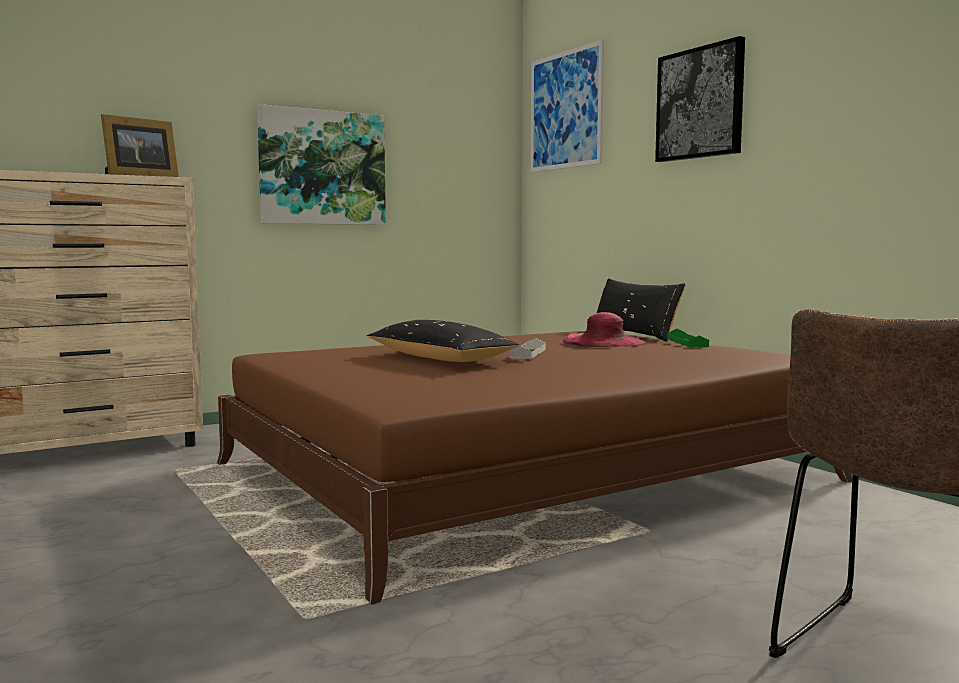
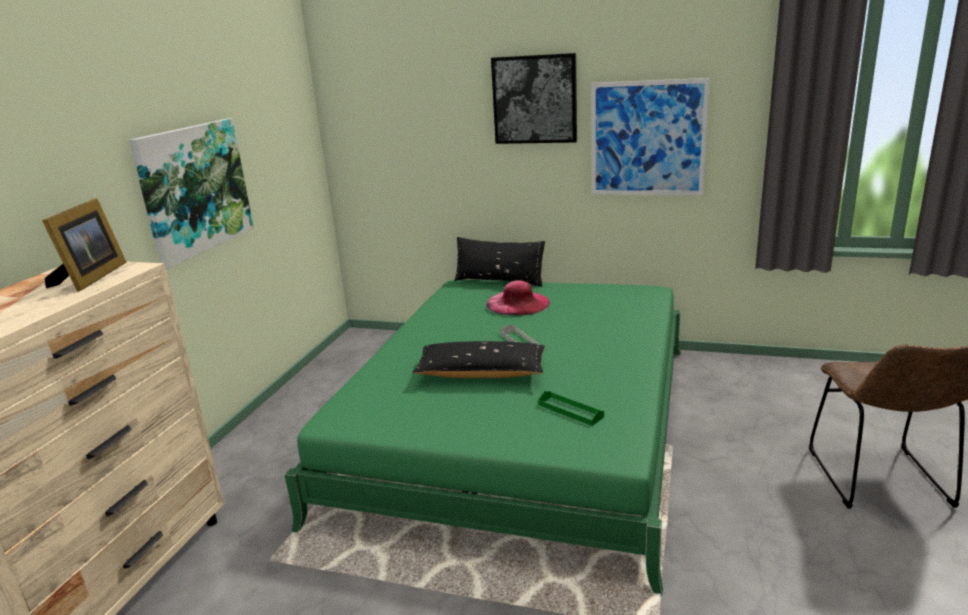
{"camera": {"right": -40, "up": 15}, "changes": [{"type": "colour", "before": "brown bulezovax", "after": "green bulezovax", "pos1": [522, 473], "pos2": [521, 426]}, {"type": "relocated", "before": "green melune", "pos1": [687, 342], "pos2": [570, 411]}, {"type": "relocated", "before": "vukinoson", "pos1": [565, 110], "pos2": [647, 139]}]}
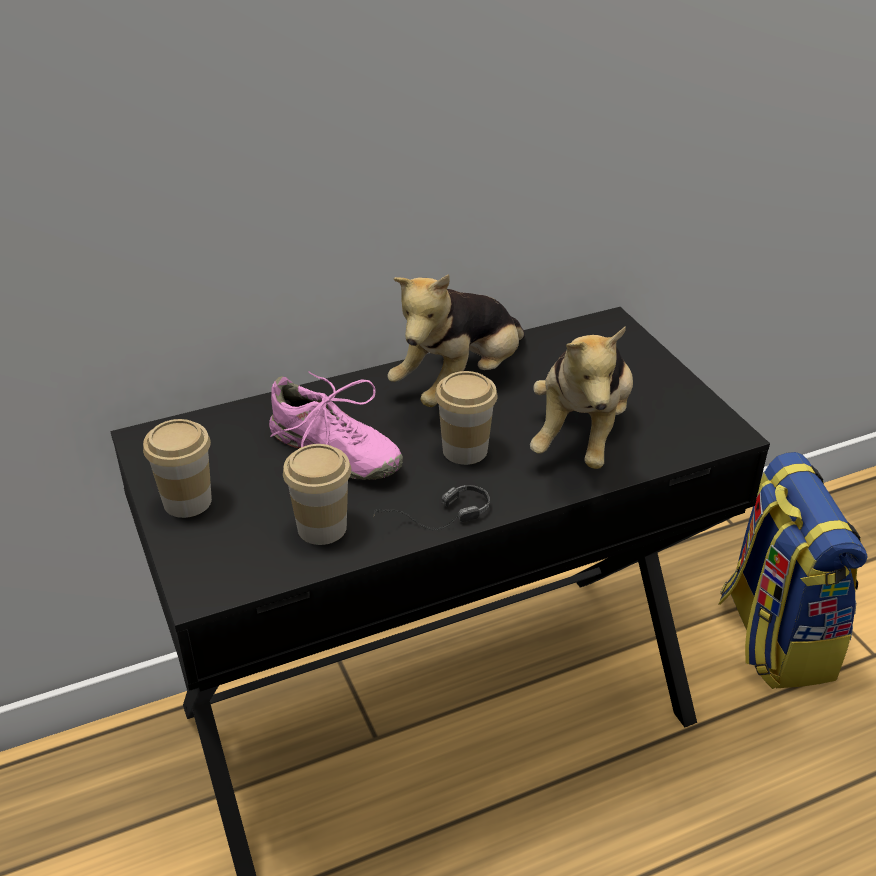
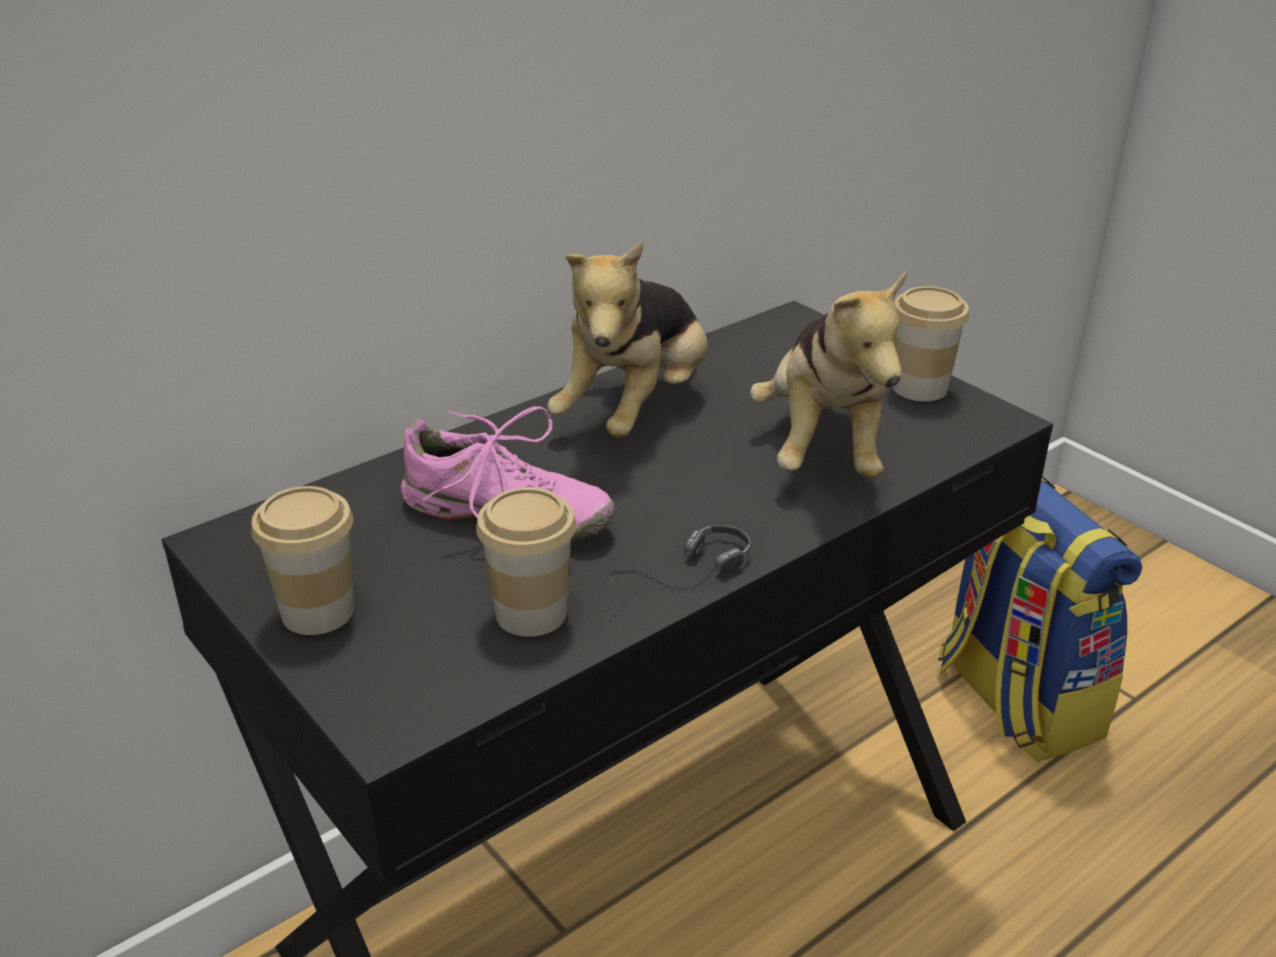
{"camera": {"right": -15, "up": -5}, "changes": [{"type": "relocated", "before": "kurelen", "pos1": [465, 450], "pos2": [920, 387]}]}
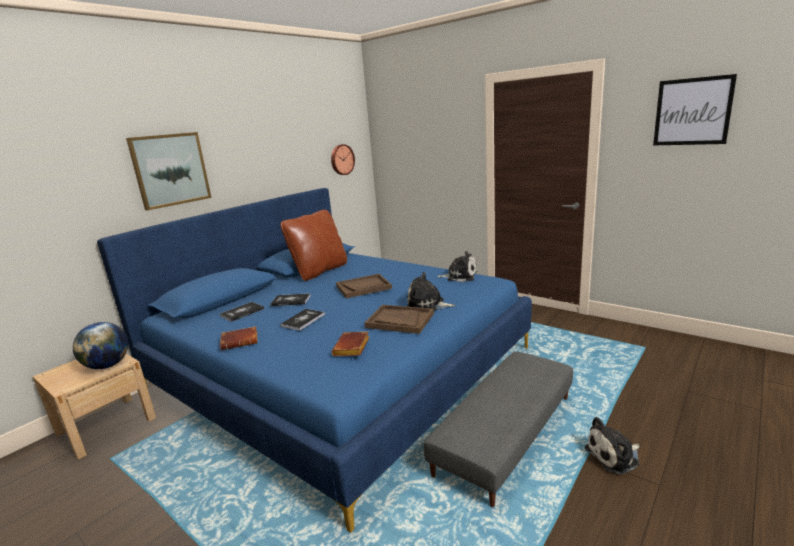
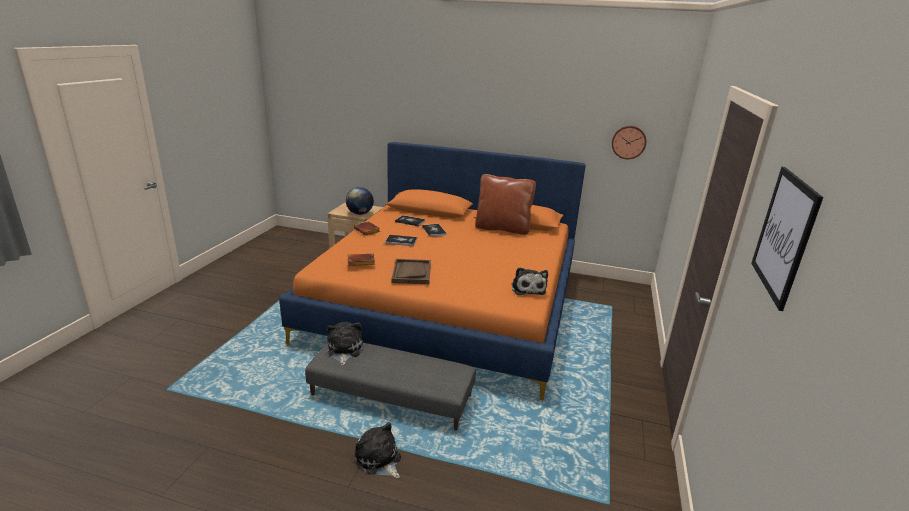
{"camera": {"right": 65, "up": 5}, "changes": [{"type": "colour", "before": "blue bulezovax", "after": "orange bulezovax", "pos1": [340, 369], "pos2": [448, 303]}, {"type": "relocated", "before": "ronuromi", "pos1": [428, 305], "pos2": [344, 350]}, {"type": "missing", "before": "vukinoson", "pos1": [170, 170]}, {"type": "missing", "before": "brown melune", "pos1": [363, 287]}]}
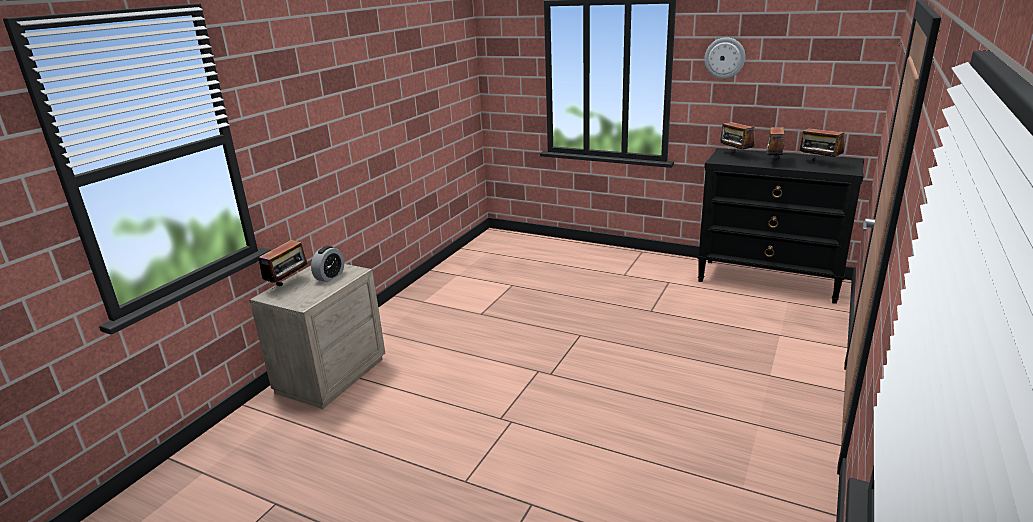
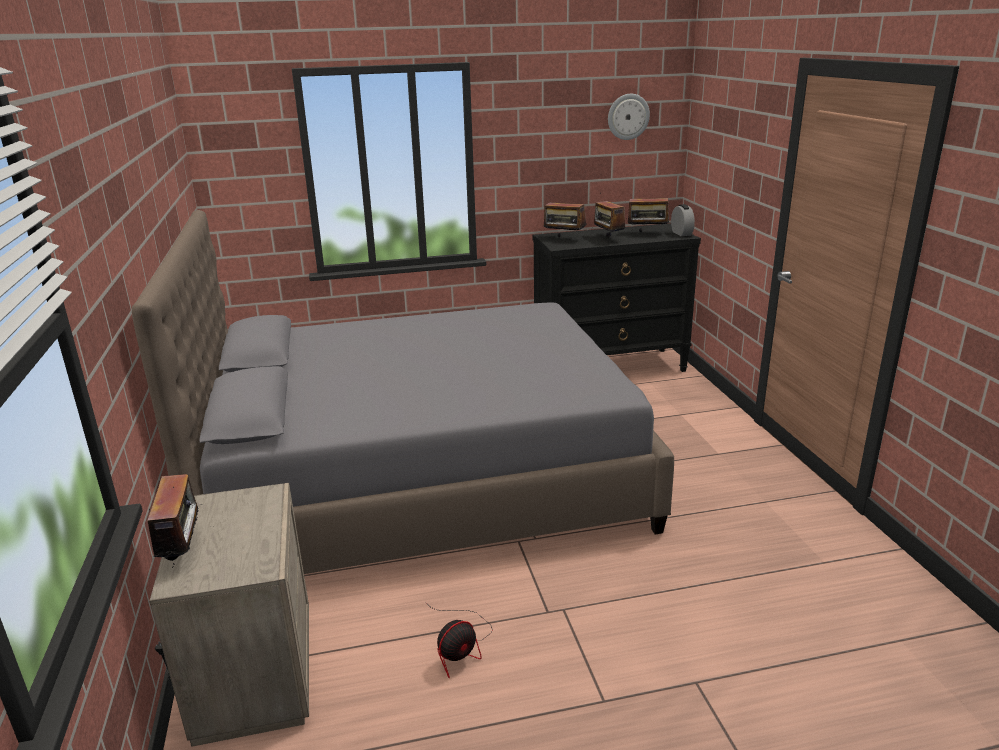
{"camera": {"right": -40, "up": 0}, "changes": [{"type": "appeared", "after": "grey bulezovax", "pos2": [423, 478]}, {"type": "appeared", "after": "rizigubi", "pos2": [460, 646]}, {"type": "relocated", "before": "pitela", "pos1": [724, 58], "pos2": [628, 116]}, {"type": "relocated", "before": "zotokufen", "pos1": [330, 276], "pos2": [681, 233]}]}
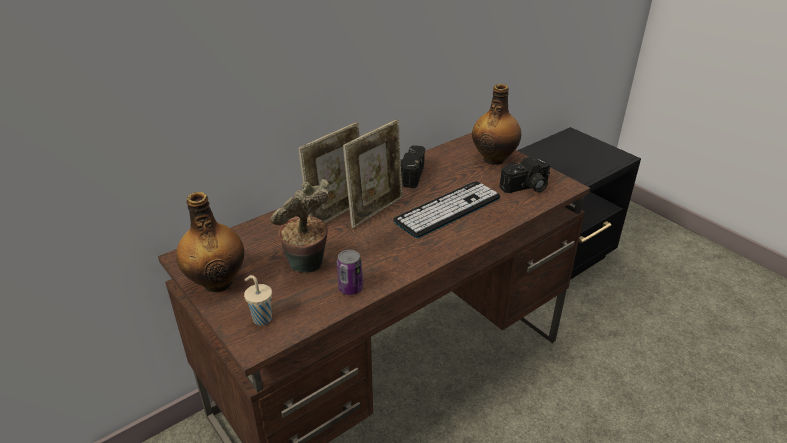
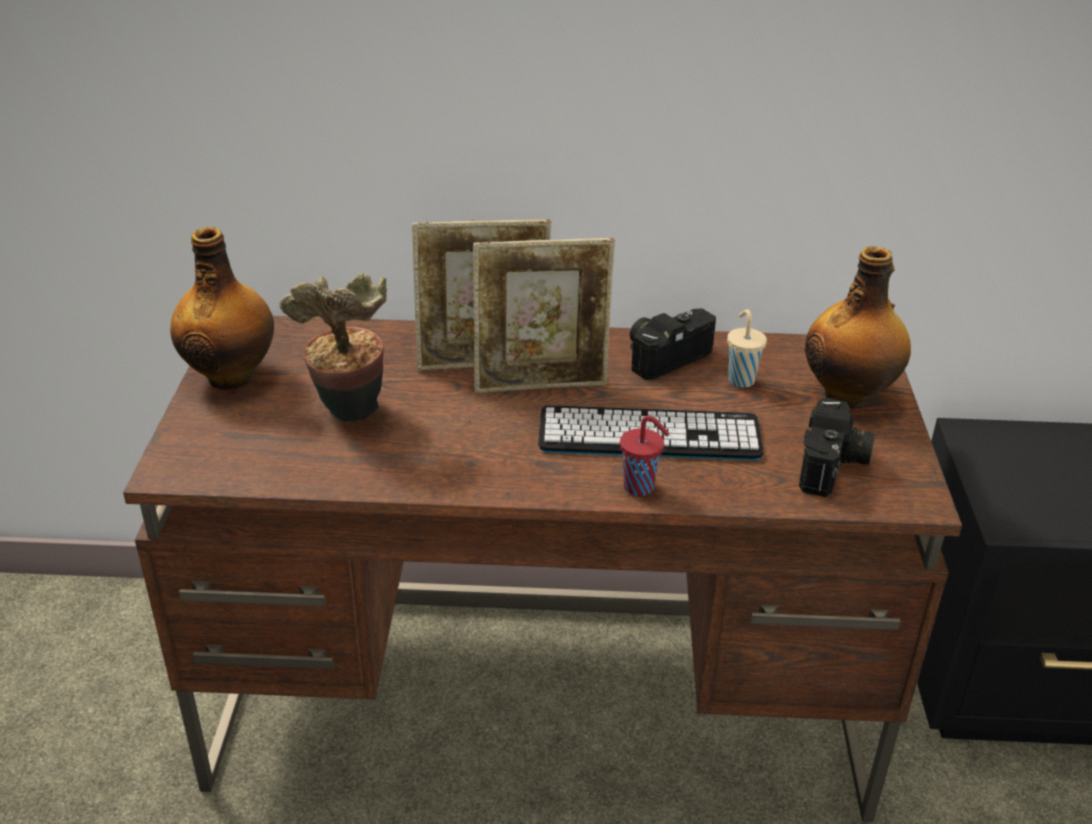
{"camera": {"right": 40, "up": 0}, "changes": [{"type": "appeared", "after": "red kurelen", "pos2": [640, 487]}, {"type": "relocated", "before": "beige kurelen", "pos1": [261, 318], "pos2": [740, 379]}, {"type": "spun", "before": "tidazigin", "pos1": [526, 188], "pos2": [833, 466], "turn": -90}, {"type": "missing", "before": "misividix", "pos1": [350, 288]}]}
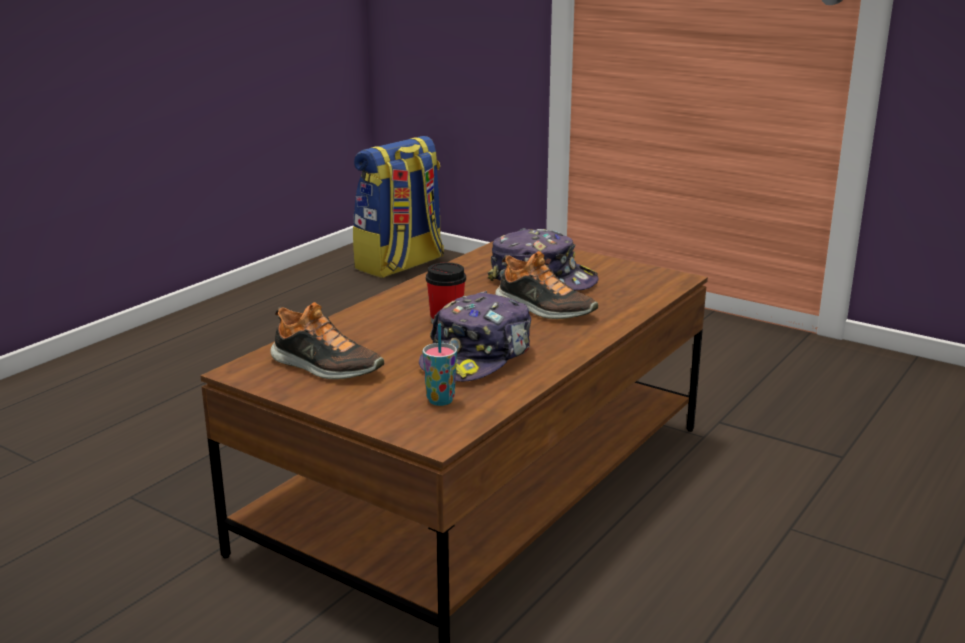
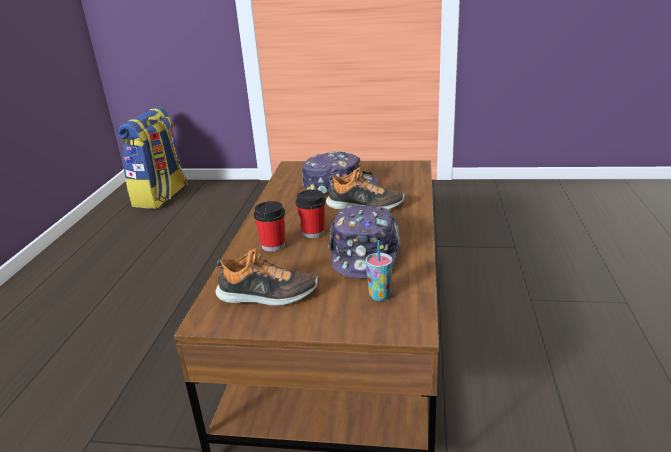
{"camera": {"right": -25, "up": 5}, "changes": [{"type": "appeared", "after": "kurelen", "pos2": [273, 245]}]}
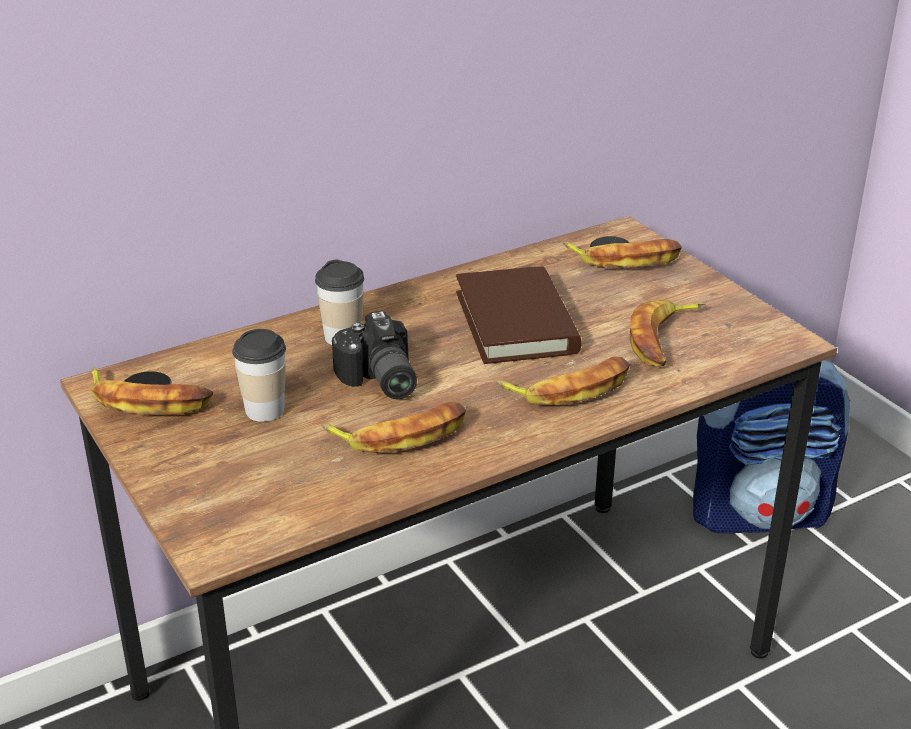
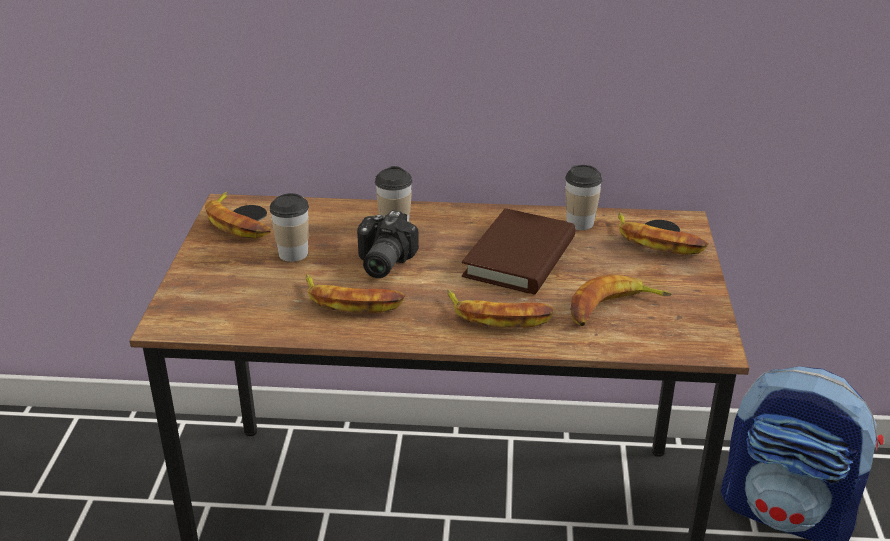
{"camera": {"right": 35, "up": 0}, "changes": [{"type": "appeared", "after": "kurelen", "pos2": [580, 223]}]}
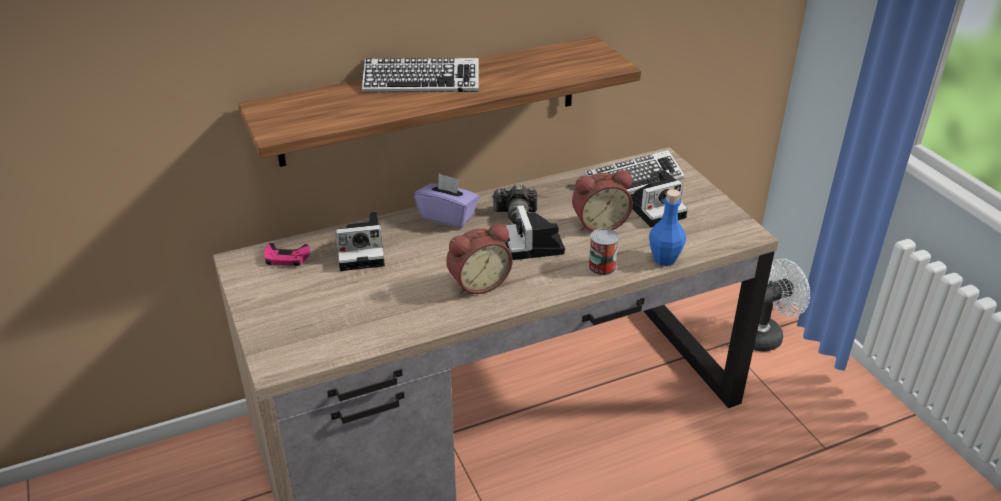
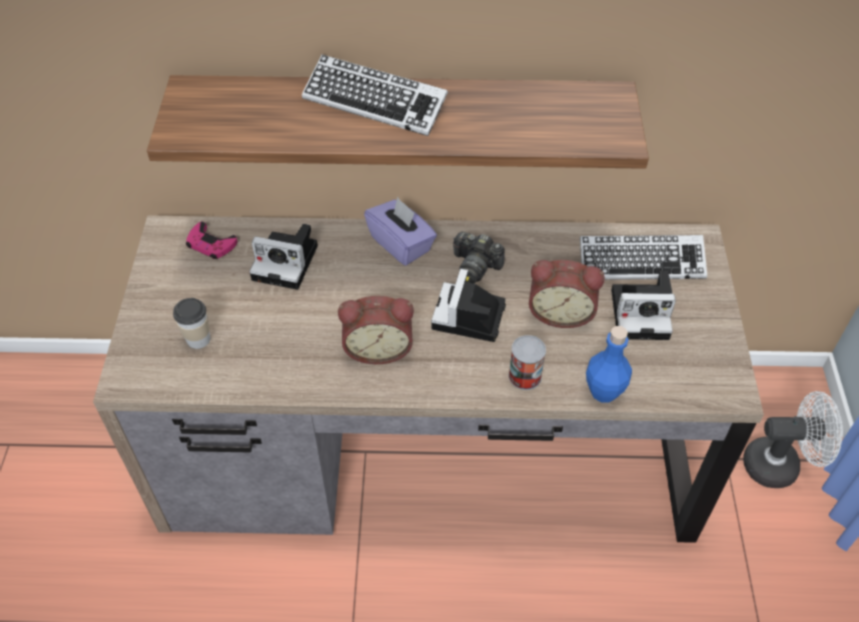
{"camera": {"right": 25, "up": 15}, "changes": [{"type": "appeared", "after": "kurelen", "pos2": [198, 339]}]}
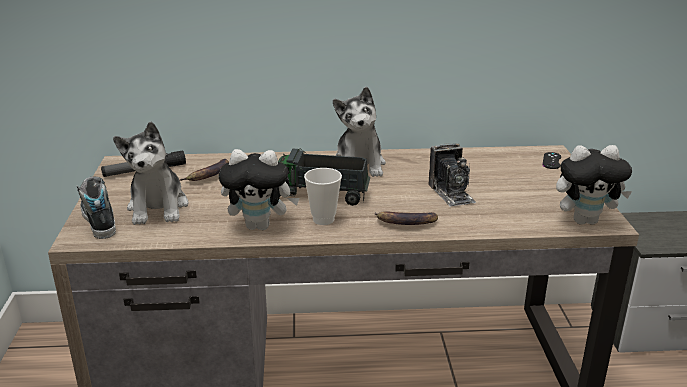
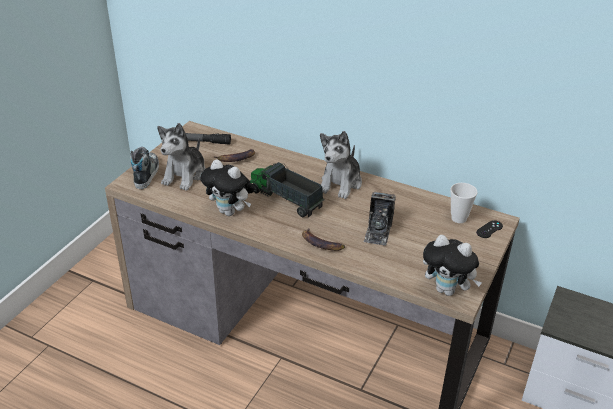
{"camera": {"right": 30, "up": 10}, "changes": [{"type": "relocated", "before": "kurelen", "pos1": [323, 219], "pos2": [459, 218]}]}
